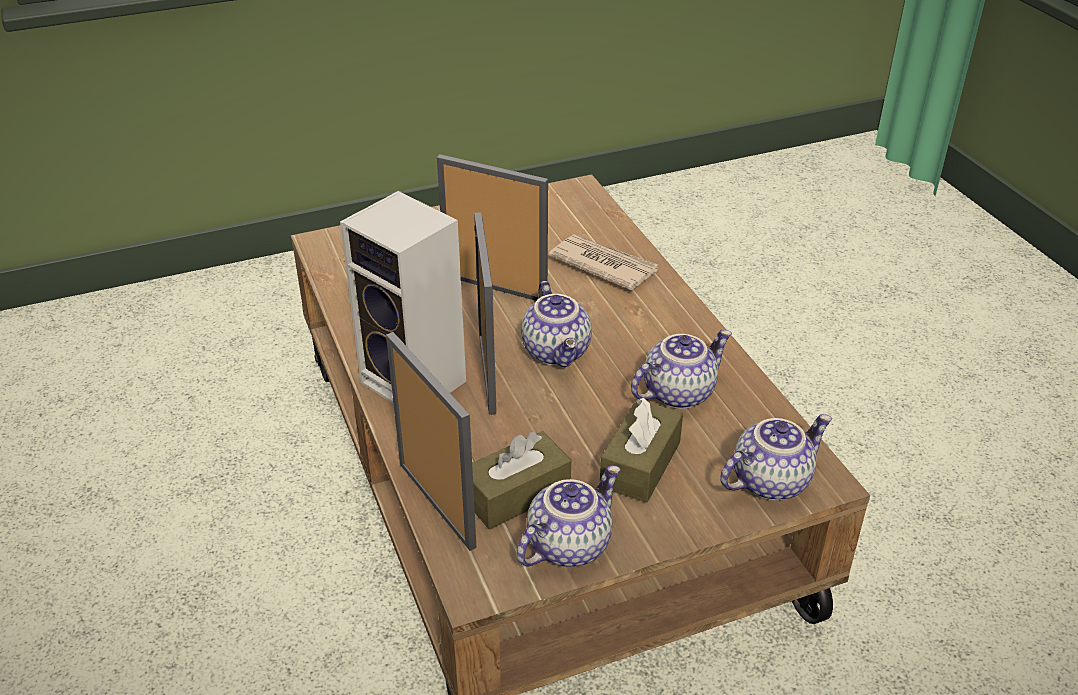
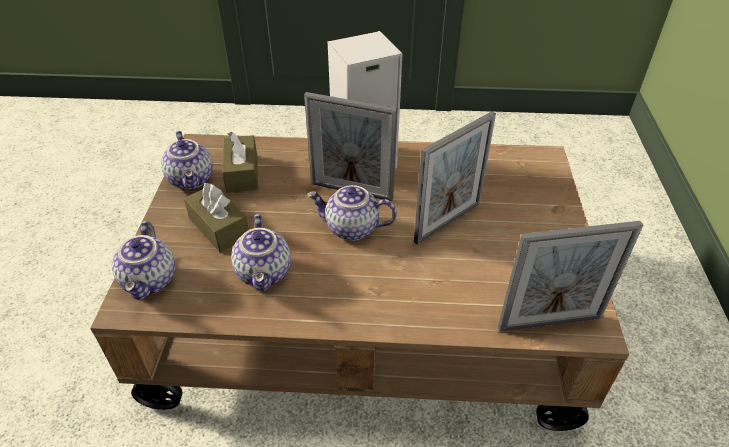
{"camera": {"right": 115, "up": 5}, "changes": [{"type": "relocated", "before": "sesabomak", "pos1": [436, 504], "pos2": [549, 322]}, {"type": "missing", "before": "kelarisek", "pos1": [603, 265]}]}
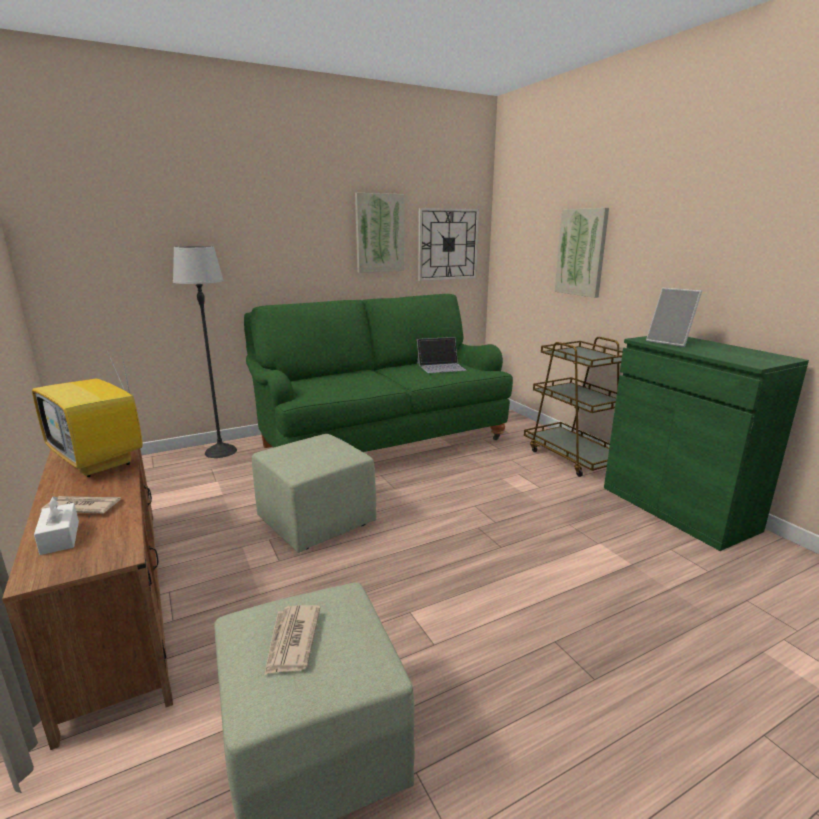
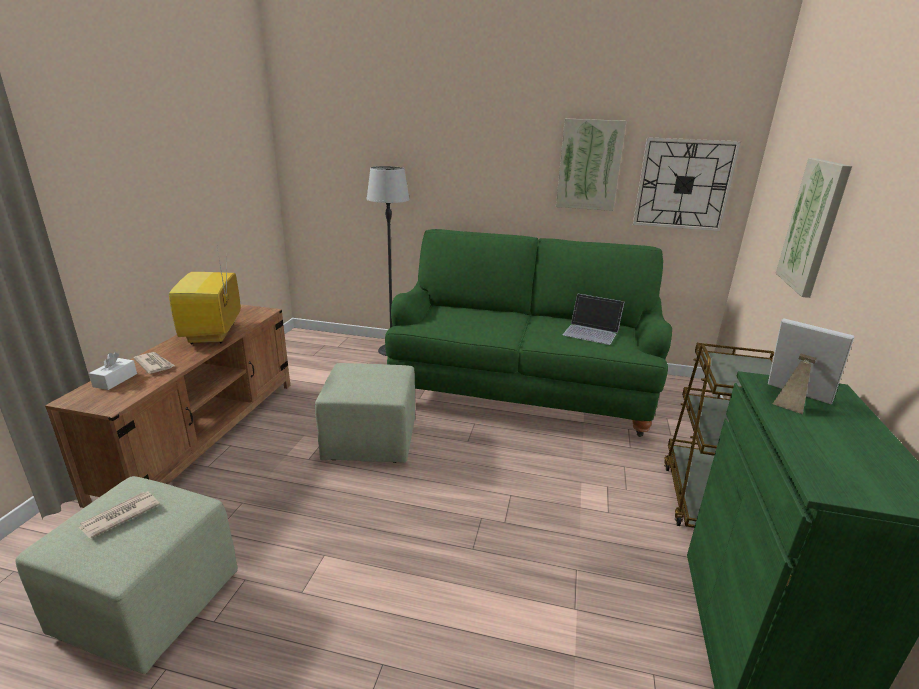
{"camera": {"right": 40, "up": 5}, "changes": [{"type": "spun", "before": "sesabomak", "pos1": [670, 342], "pos2": [793, 400], "turn": 135}]}
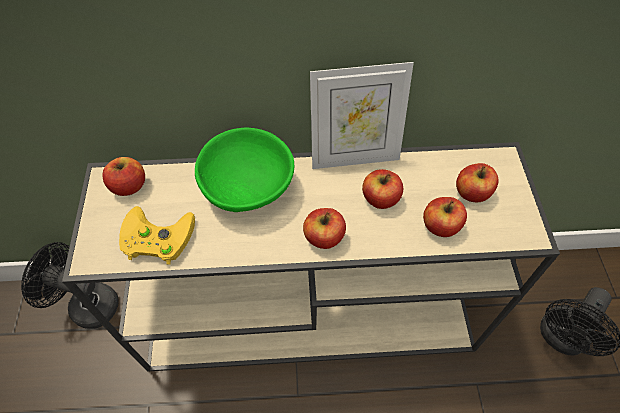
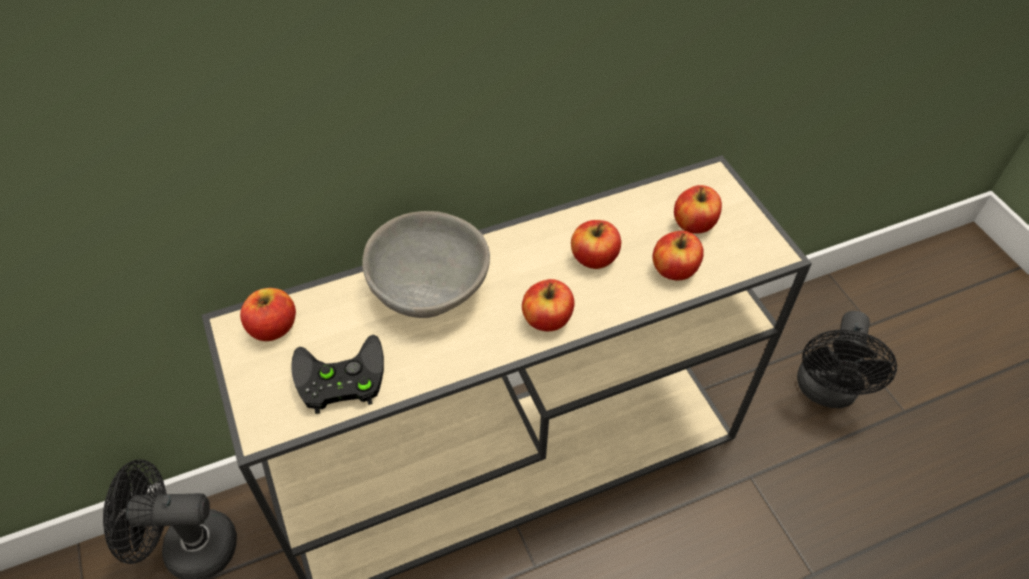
{"camera": {"right": -20, "up": -5}, "changes": [{"type": "colour", "before": "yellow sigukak", "after": "black sigukak", "pos1": [154, 239], "pos2": [337, 380]}, {"type": "colour", "before": "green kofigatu", "after": "grey kofigatu", "pos1": [246, 188], "pos2": [428, 289]}, {"type": "missing", "before": "sesabomak", "pos1": [354, 157]}]}
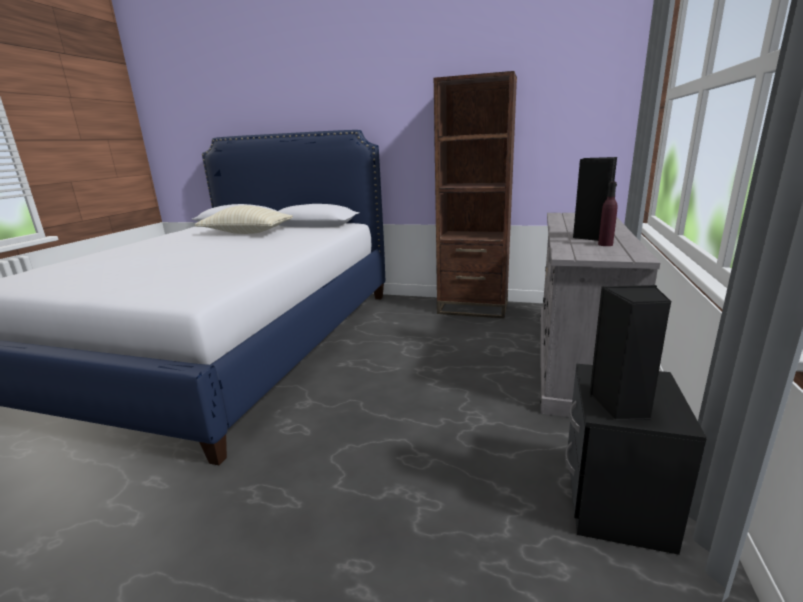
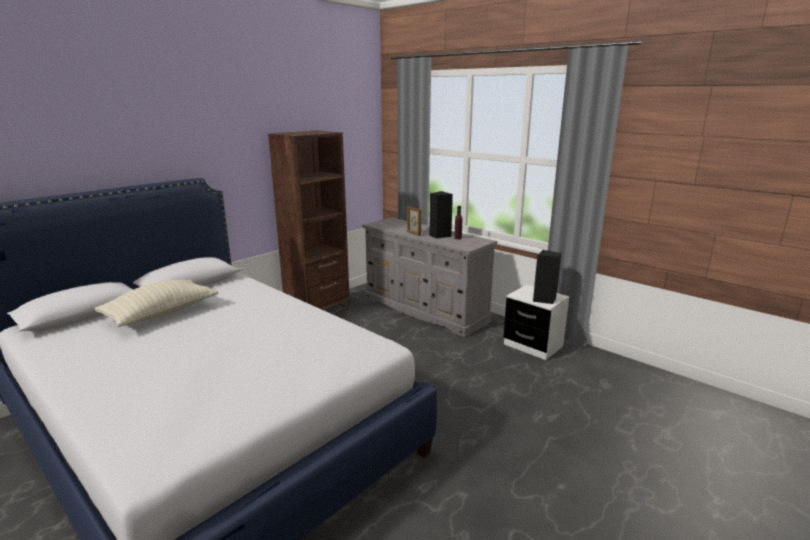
{"camera": {"right": -65, "up": 0}, "changes": [{"type": "appeared", "after": "sesabomak", "pos2": [413, 233]}, {"type": "colour", "before": "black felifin", "after": "white felifin", "pos1": [615, 501], "pos2": [533, 345]}]}
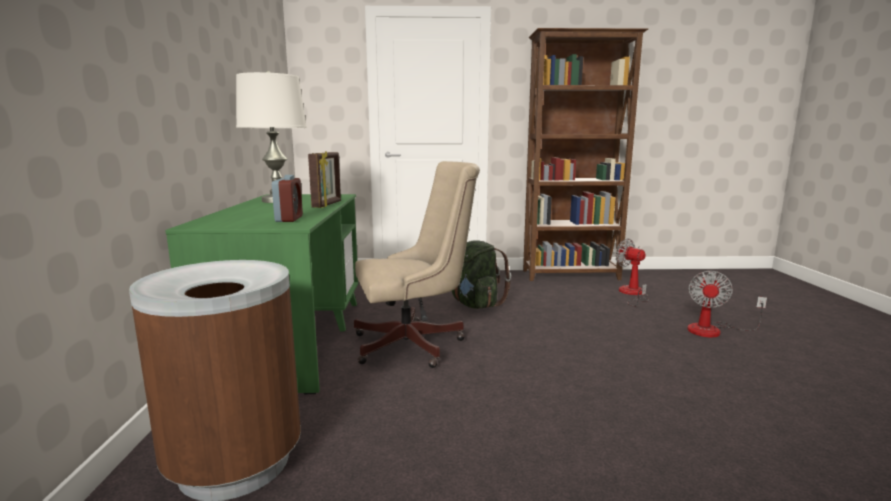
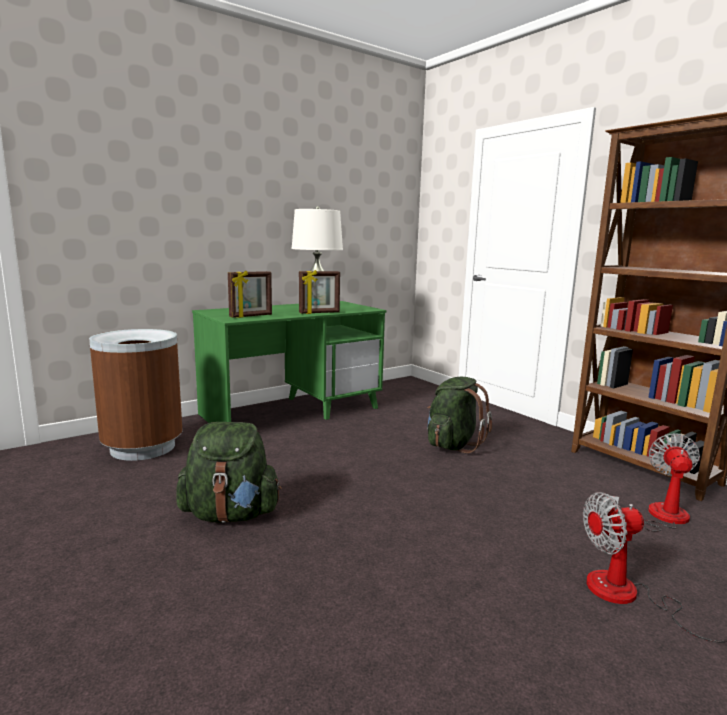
{"camera": {"right": 55, "up": 0}, "changes": [{"type": "appeared", "after": "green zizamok", "pos2": [230, 514]}, {"type": "exchanged", "before": "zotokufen", "after": "sesabomak", "pos1": [289, 219], "pos2": [251, 316]}, {"type": "missing", "before": "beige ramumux", "pos1": [415, 344]}]}
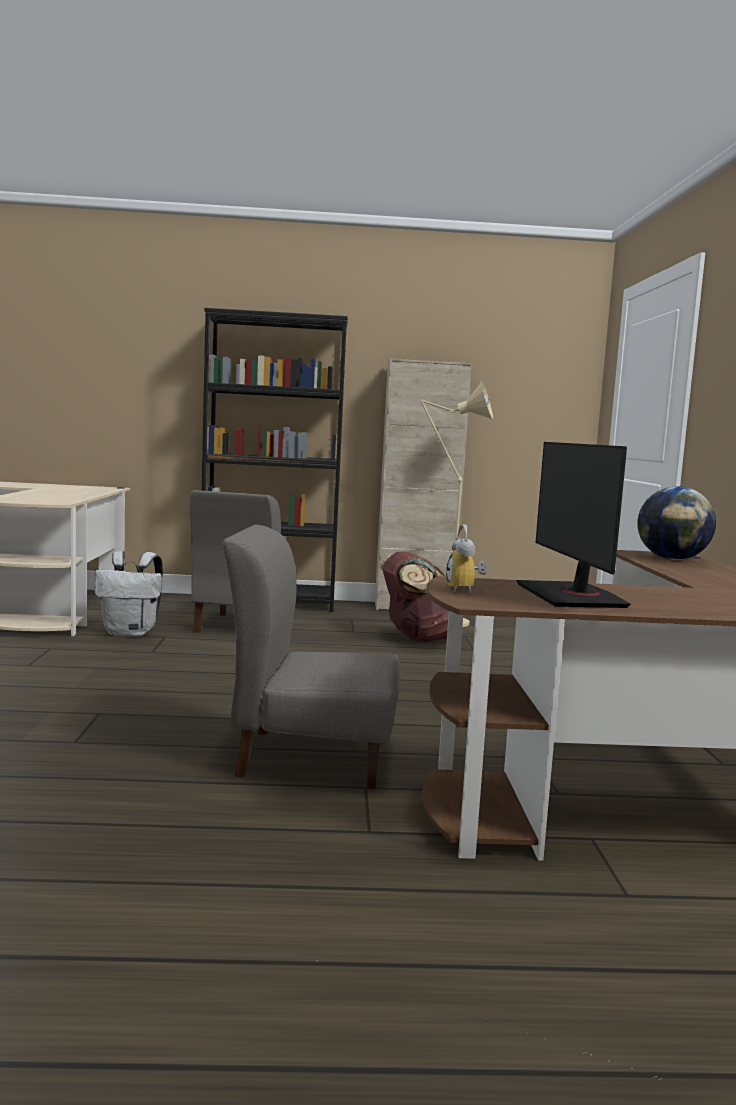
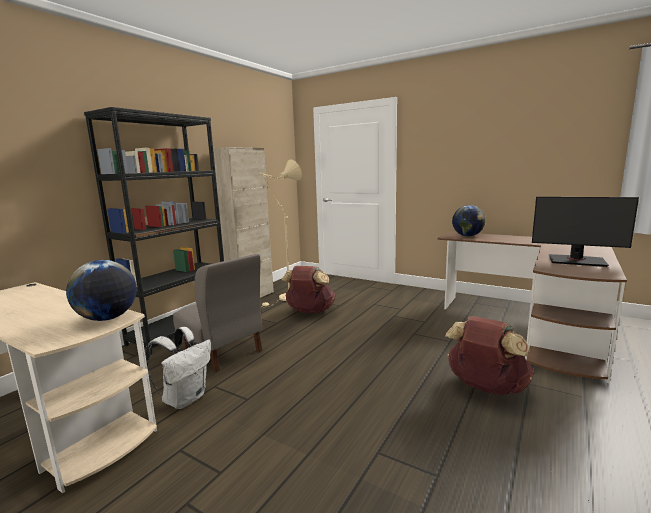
{"camera": {"right": -55, "up": 5}, "changes": [{"type": "appeared", "after": "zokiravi", "pos2": [107, 318]}, {"type": "exchanged", "before": "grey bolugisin", "after": "brown zizamok", "pos1": [311, 757], "pos2": [485, 388]}, {"type": "missing", "before": "zotokufen", "pos1": [466, 590]}]}
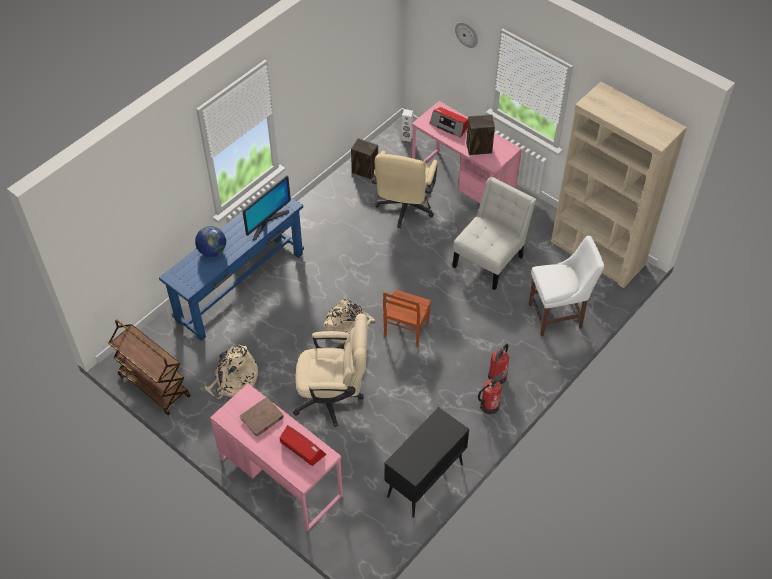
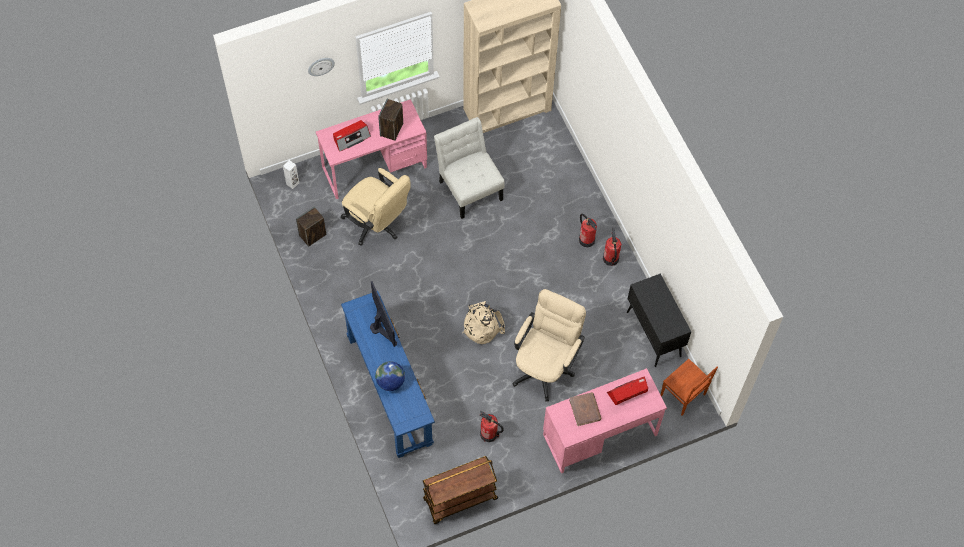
{"camera": {"right": -65, "up": 10}, "changes": [{"type": "exchanged", "before": "beige zizamok", "after": "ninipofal", "pos1": [234, 381], "pos2": [489, 434]}, {"type": "relocated", "before": "brown bolugisin", "pos1": [405, 330], "pos2": [683, 396]}, {"type": "missing", "before": "white bolugisin", "pos1": [558, 316]}]}
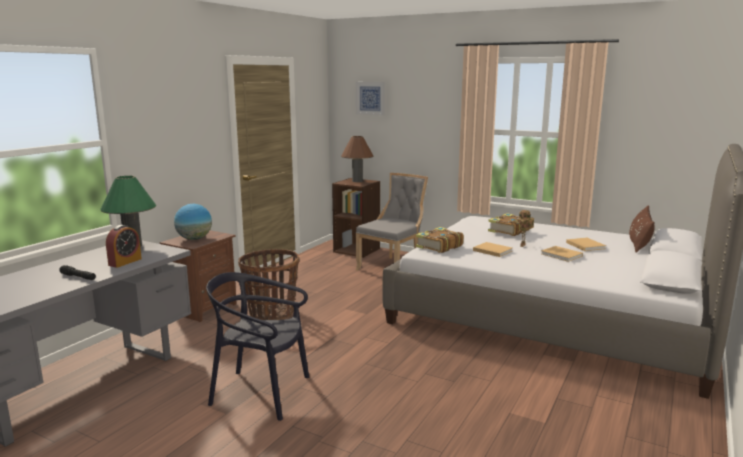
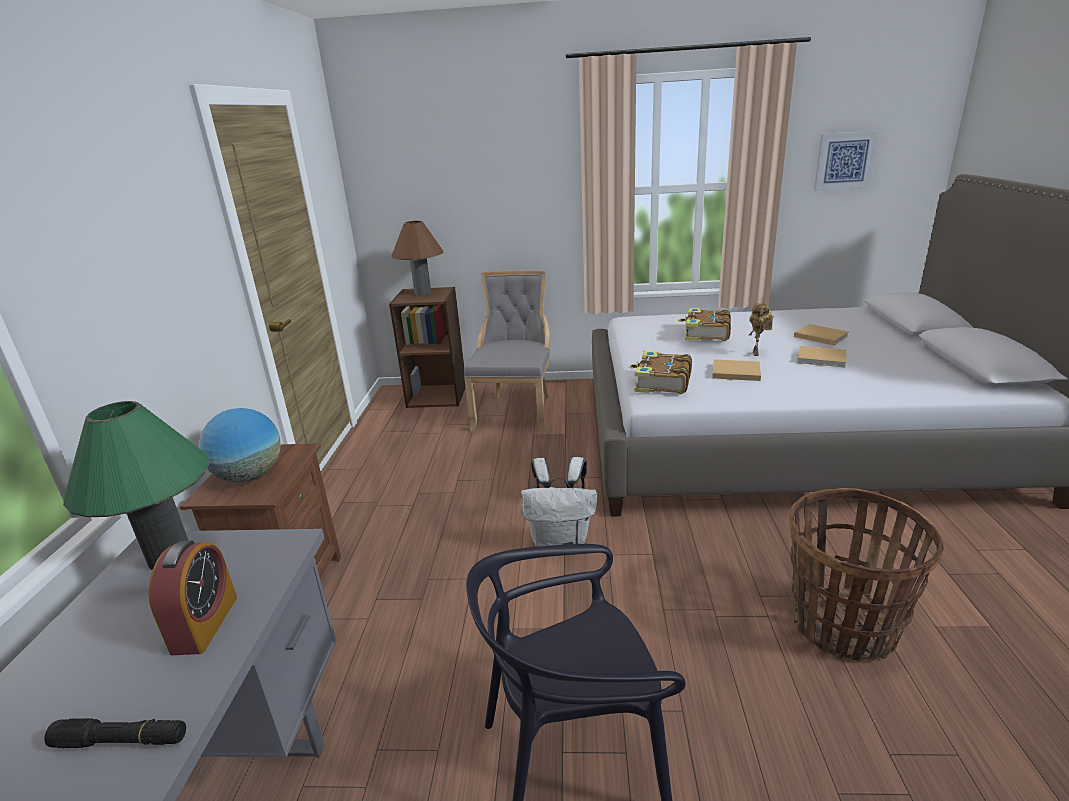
{"camera": {"right": -25, "up": 10}, "changes": [{"type": "appeared", "after": "white zizamok", "pos2": [561, 542]}, {"type": "relocated", "before": "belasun", "pos1": [271, 313], "pos2": [842, 626]}, {"type": "relocated", "before": "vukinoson", "pos1": [370, 98], "pos2": [844, 161]}, {"type": "missing", "before": "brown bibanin", "pos1": [639, 243]}]}
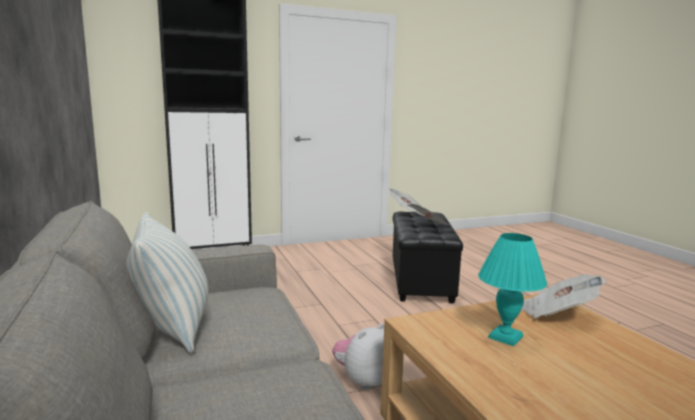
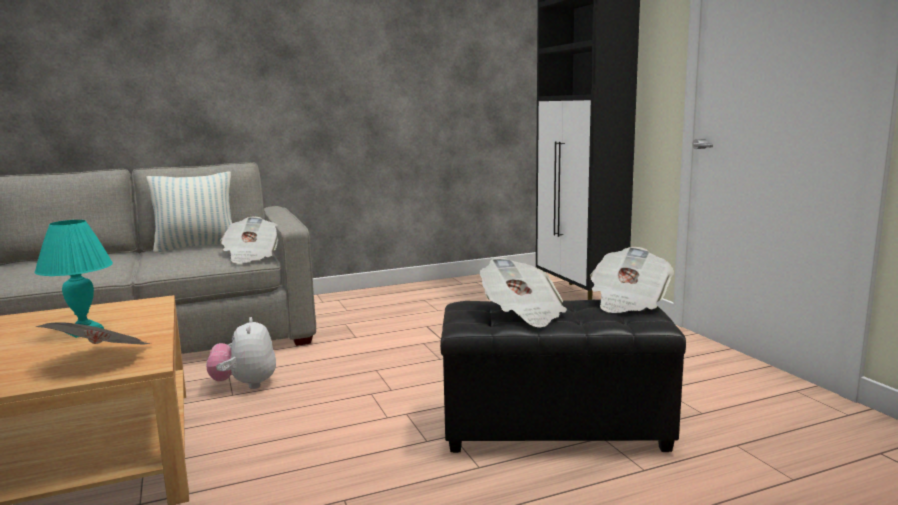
{"camera": {"right": 90, "up": 0}, "changes": [{"type": "spun", "before": "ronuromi", "pos1": [364, 380], "pos2": [245, 385], "turn": -150}, {"type": "appeared", "after": "kelarisek", "pos2": [251, 256]}]}
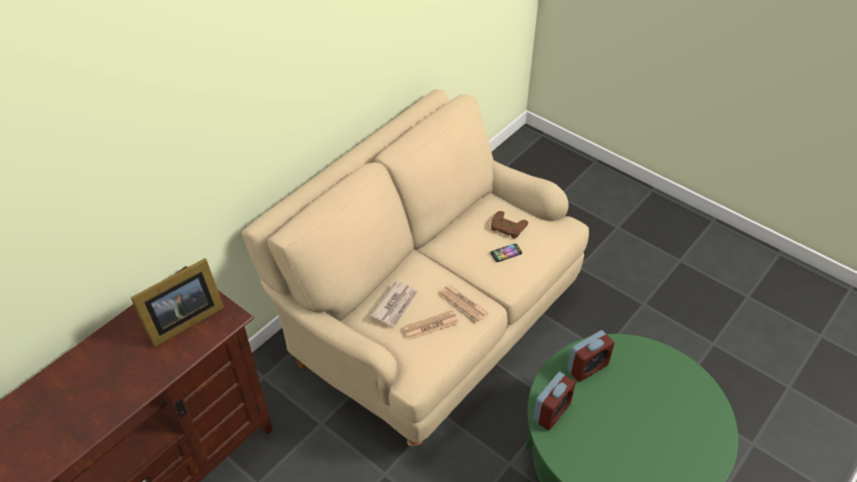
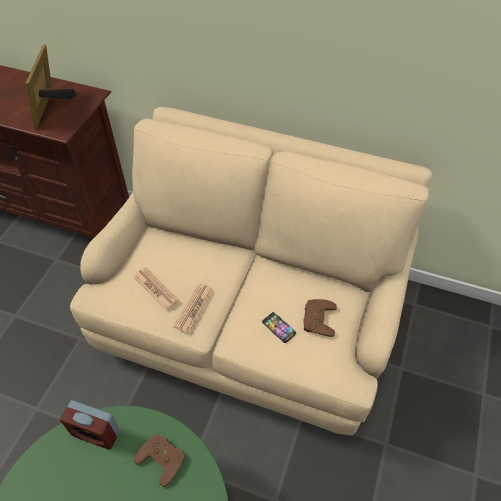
{"camera": {"right": 70, "up": 5}, "changes": [{"type": "spun", "before": "sesabomak", "pos1": [182, 321], "pos2": [52, 107], "turn": 60}, {"type": "exchanged", "before": "zotokufen", "after": "brown sigukak", "pos1": [587, 367], "pos2": [163, 457]}, {"type": "missing", "before": "kelarisek", "pos1": [395, 305]}]}
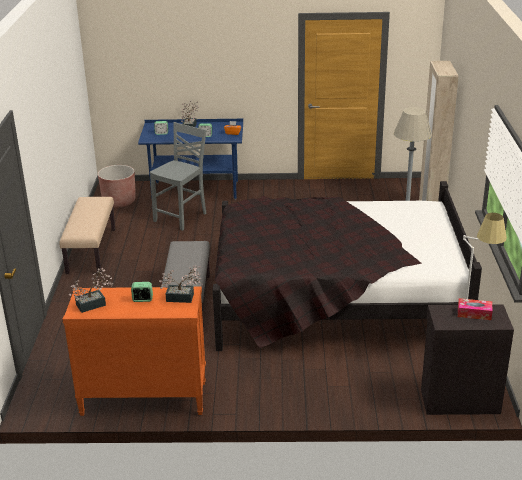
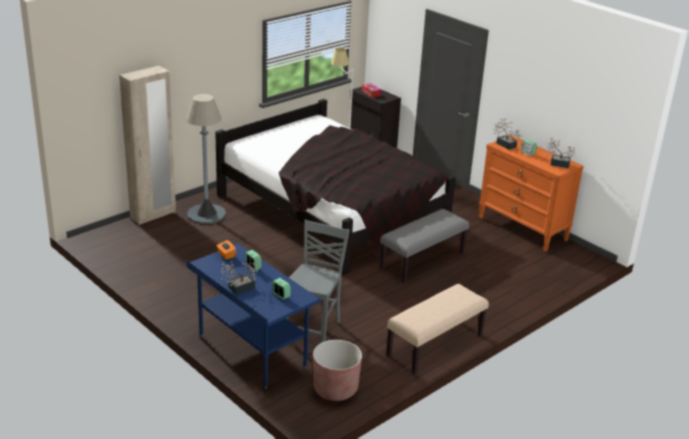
{"camera": {"right": -135, "up": 0}, "changes": [{"type": "spun", "before": "grey bolugisin", "pos1": [182, 217], "pos2": [313, 330], "turn": 120}]}
